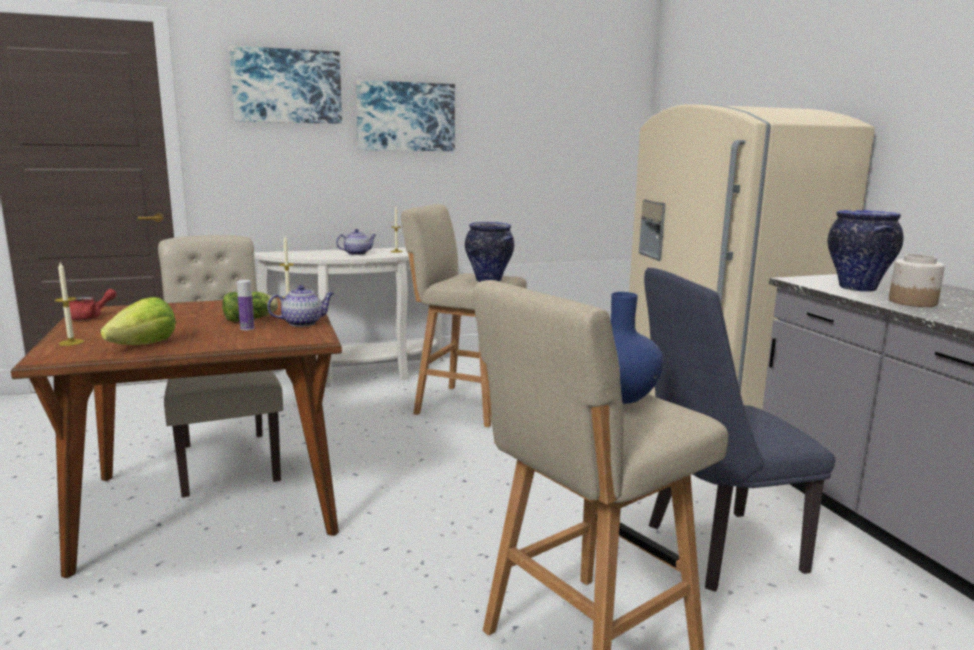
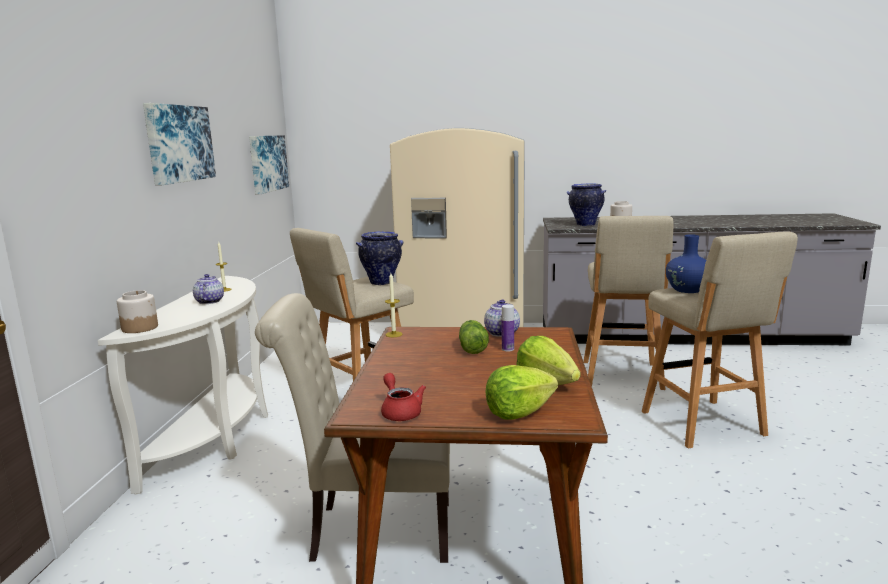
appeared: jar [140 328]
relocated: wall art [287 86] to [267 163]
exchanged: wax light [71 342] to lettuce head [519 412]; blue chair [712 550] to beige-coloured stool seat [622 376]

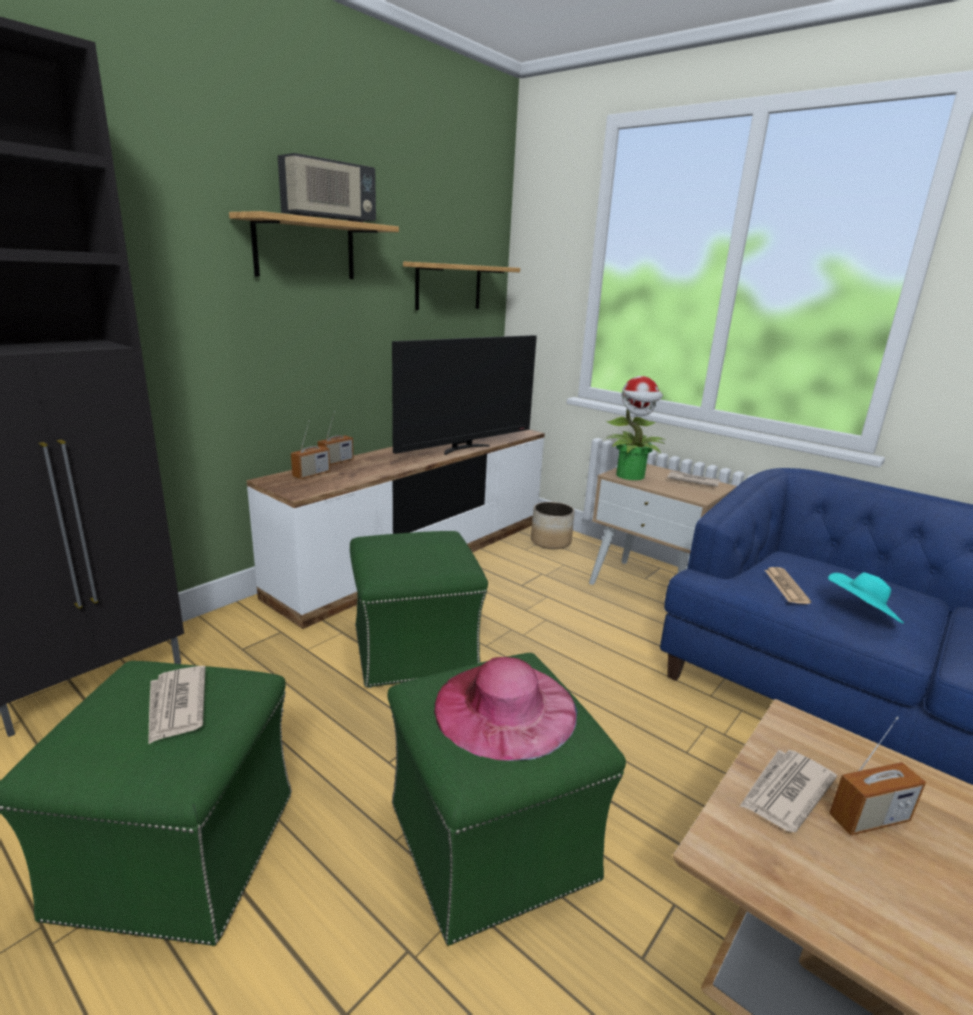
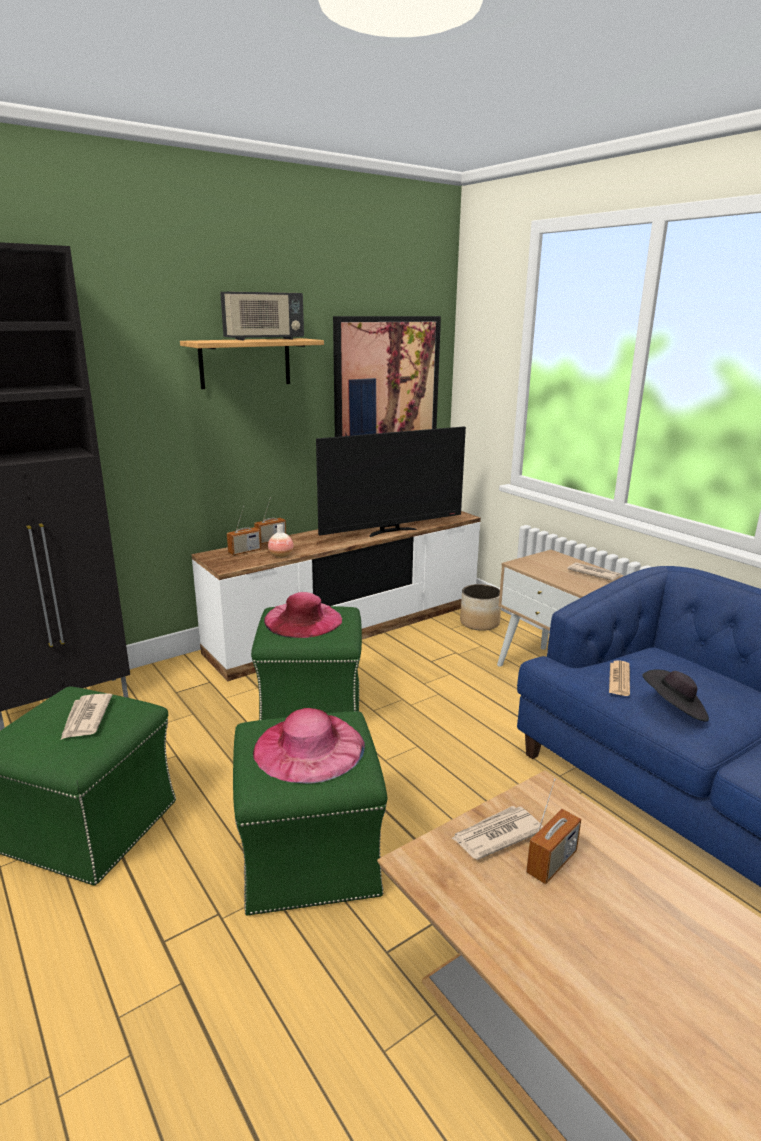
missing: potted plant [631 476]
appeared: vase [281 555]; pinkish wearable hat [303 619]
exchanged: bracket shelf [448 286] to wall art [386 382]
colour: turquoise wearable hat [861 614] to black-coloured wearable hat [674 709]
spun: radio [869 819] = [551 862] 45 degrees counterclockwise

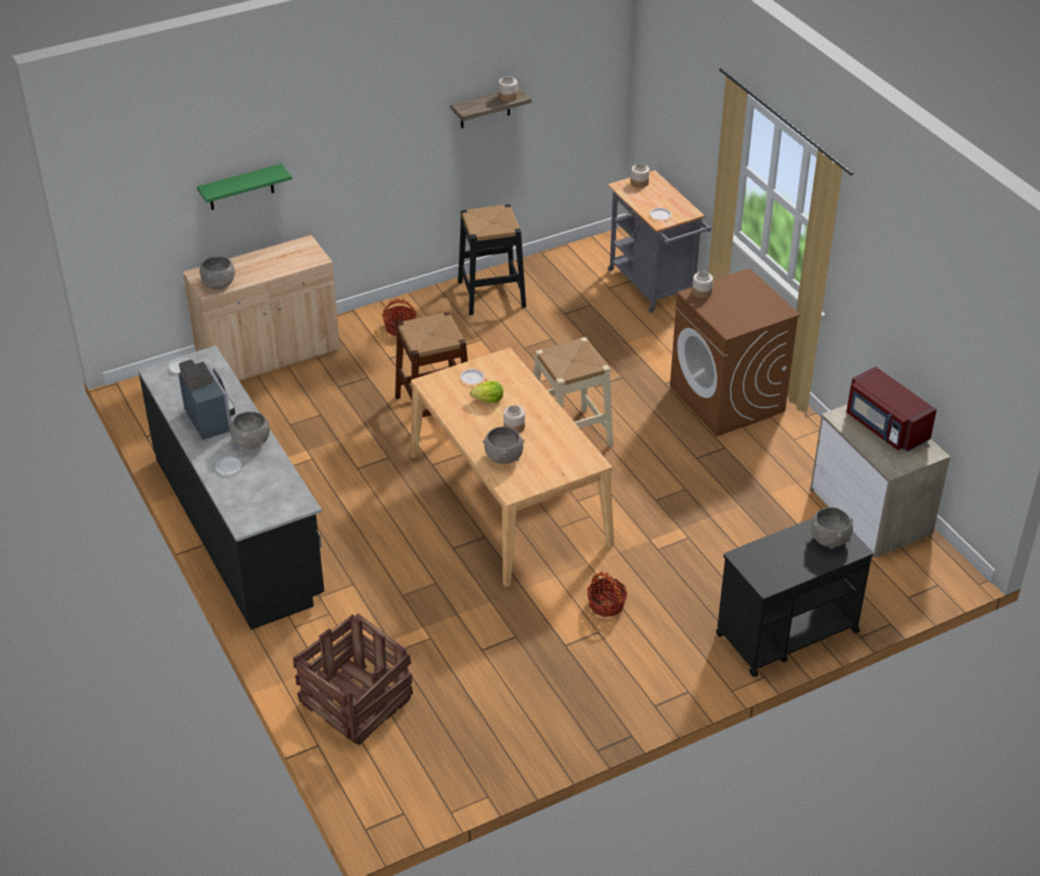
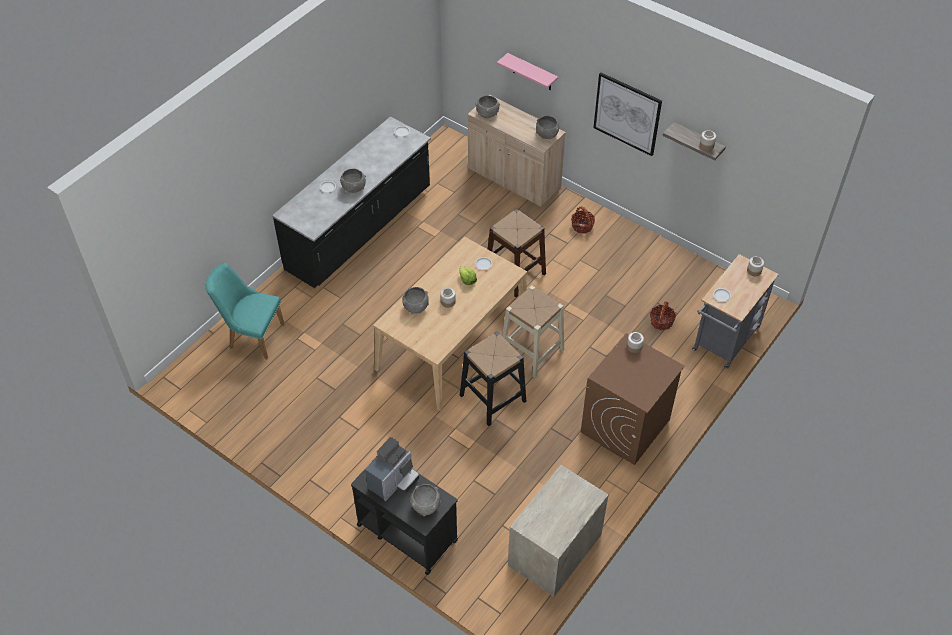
missing: red-coloured microwave [885 427]
appeared: wall art [627 114]; grey serving bowl [547 135]
relocated: black-coloured stool seat [491 294] to [492 398]; coffee machine [211 418] to [393 481]; storage basket [606 604] to [661 322]
exchanged: crate [355 701] to turquoise chair [251 335]
colour: greenish bracket shelf [241 187] to pinkish bracket shelf [532 72]

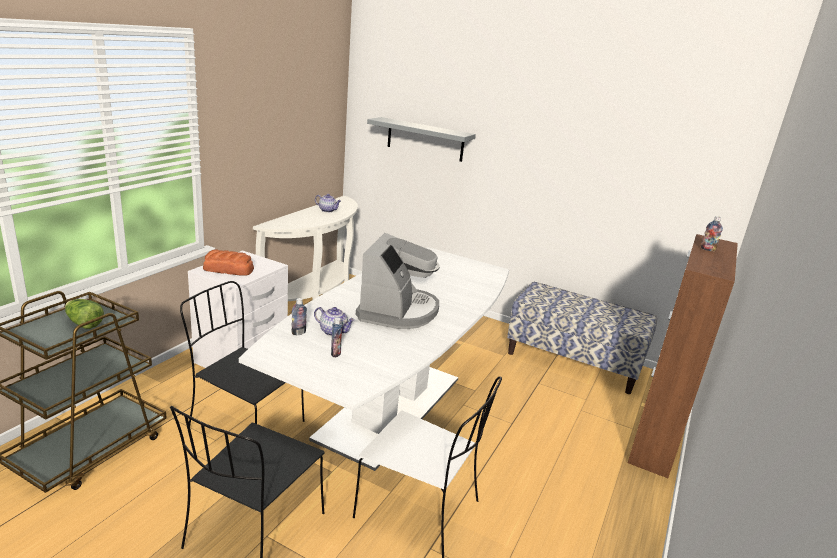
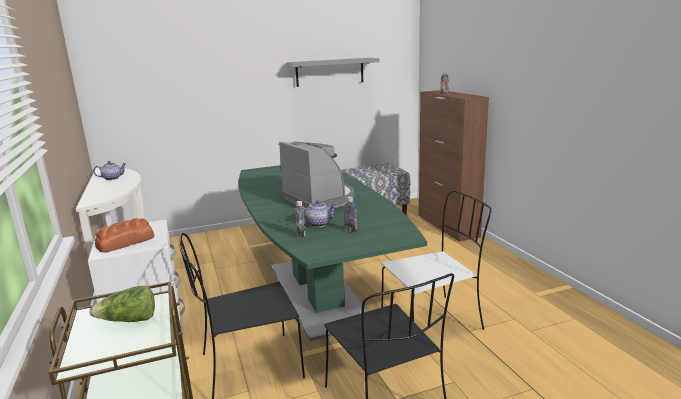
relocated: grey bracket shelf [425 139] to [330 72]
colour: whitish kitchen table [391 406] to greenish kitchen table [317 292]

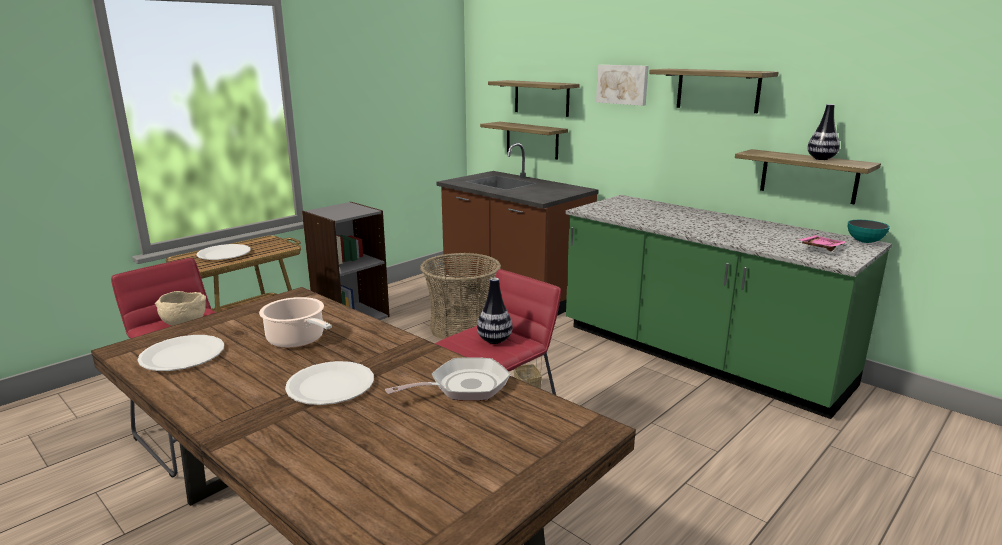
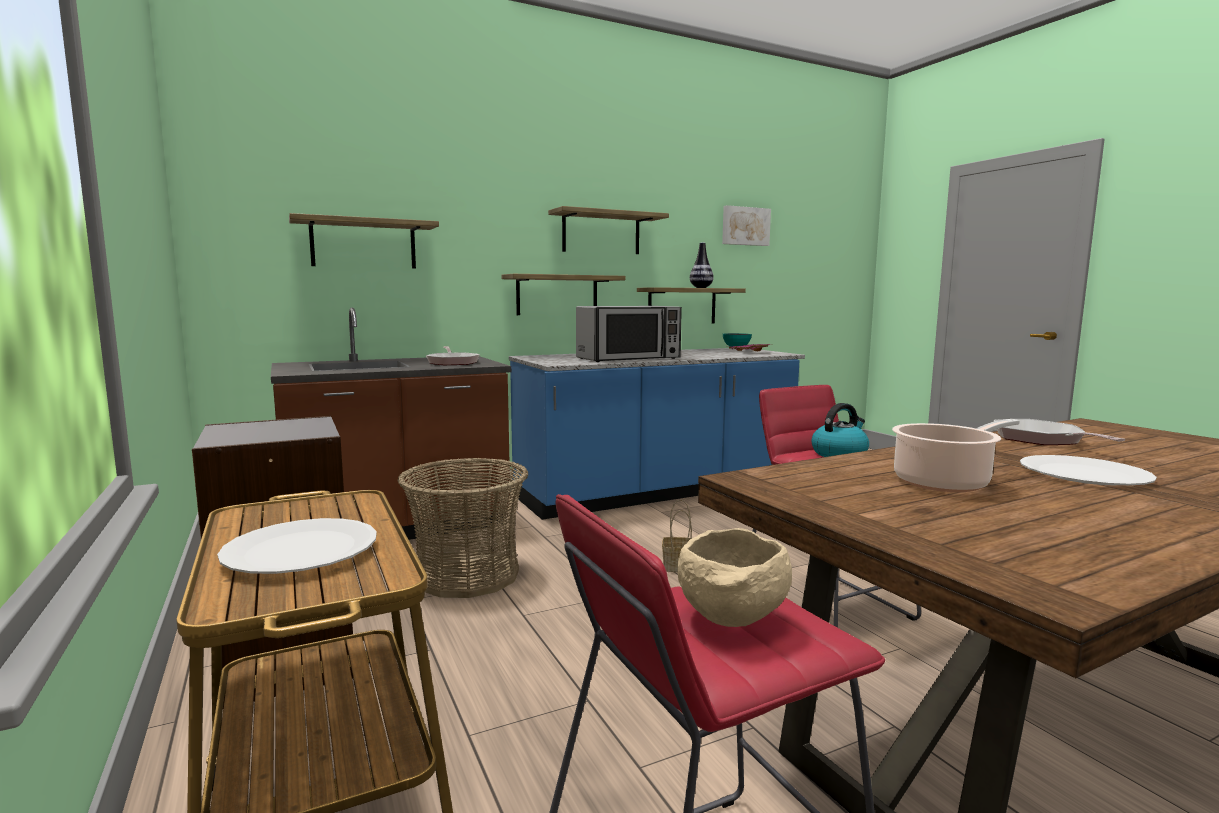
missing: whitish plate [183 355]
appeared: microwave [629 358]; skillet [452 362]
relocated: wall art [622 84] to [745 226]; bracket shelf [532 140] to [557 295]
exchanged: vase [494 340] to tea kettle [839 454]
colour: greenish kitchen base unit [698 356] to blue kitchen base unit [658 491]

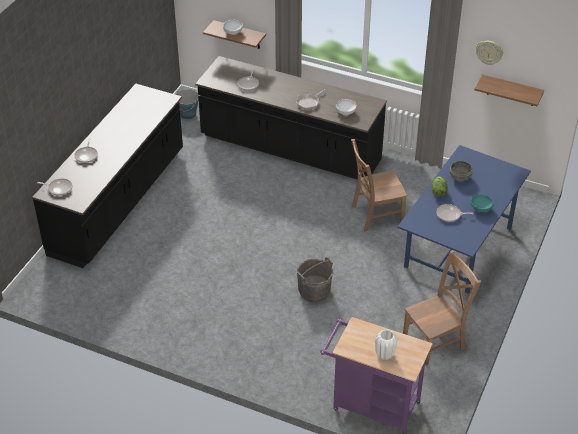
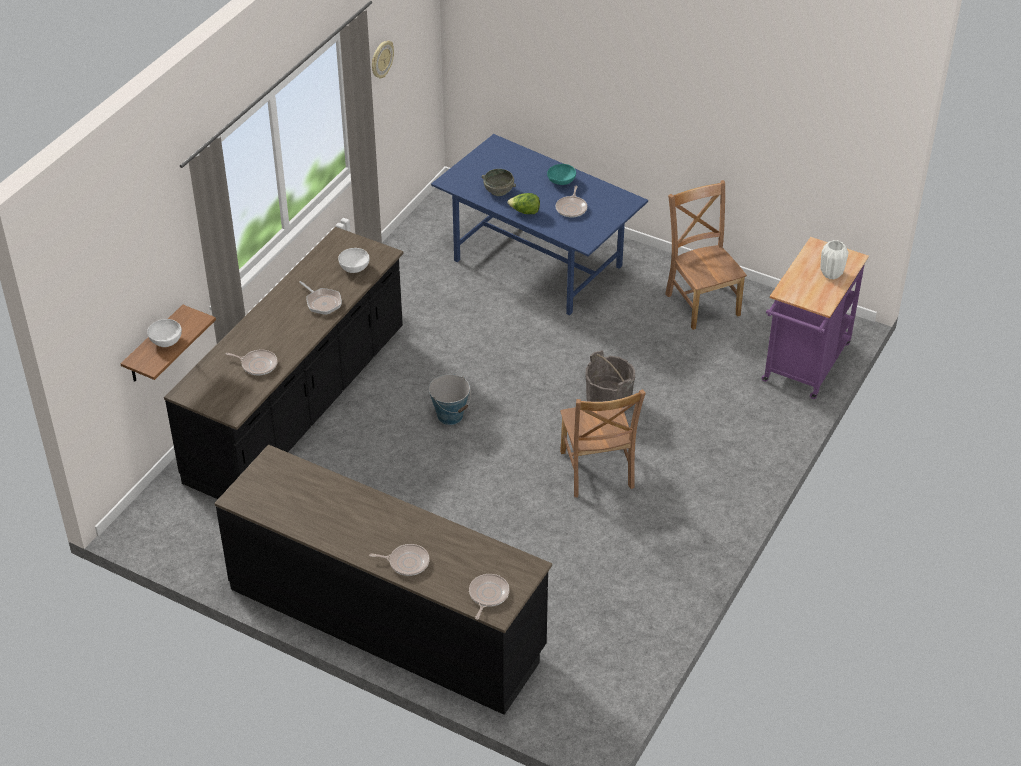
missing: bracket shelf [511 90]
relocated: water bucket [188 115] to [450 415]; brown-coloured chair [375 215] to [596 472]

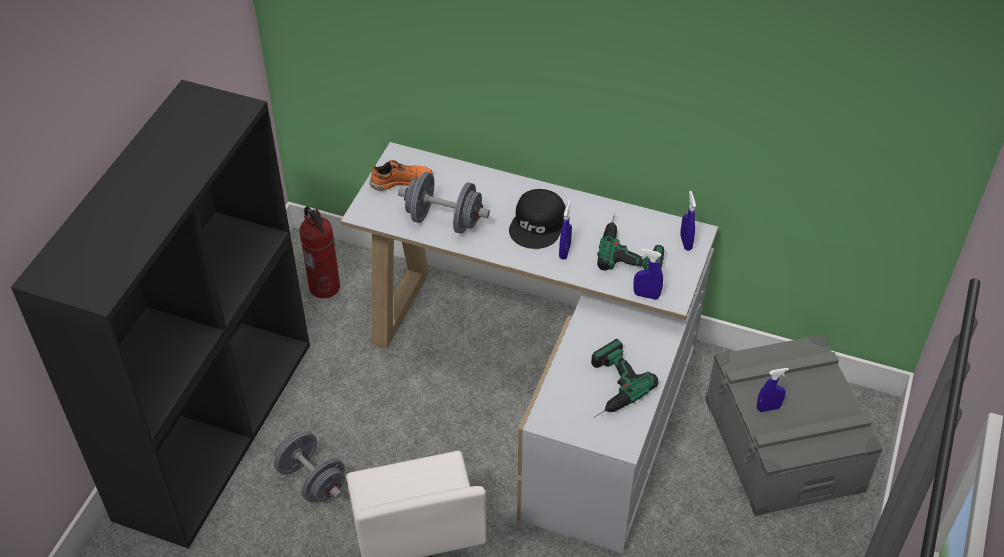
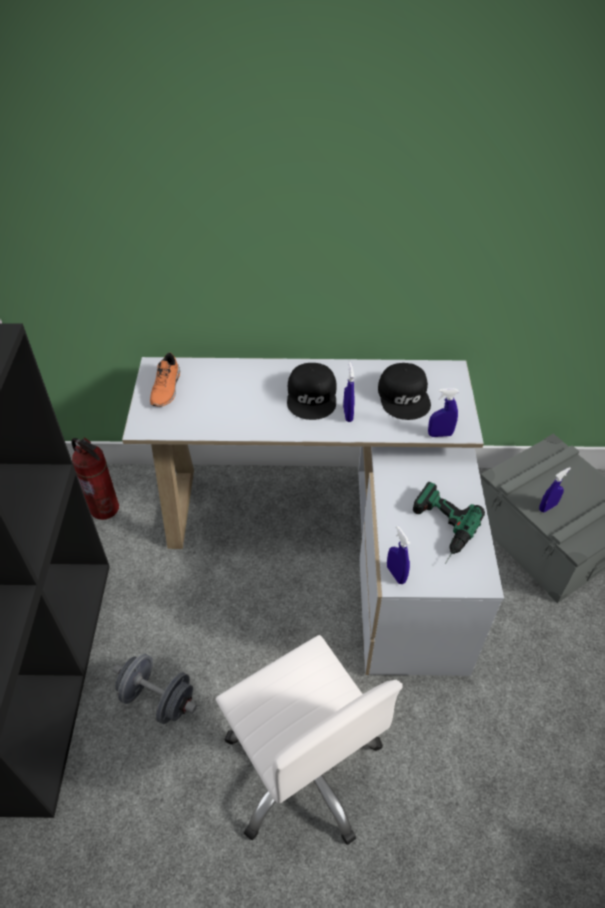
missing: grey free weight [444 220]
relocated: blue hand sprayer [686 242] to [396 574]
exchanged: power drill [631 248] to black-coloured cap [404 396]
spun: orange-coloured low shoe [401 181] = [167 389] 135 degrees clockwise

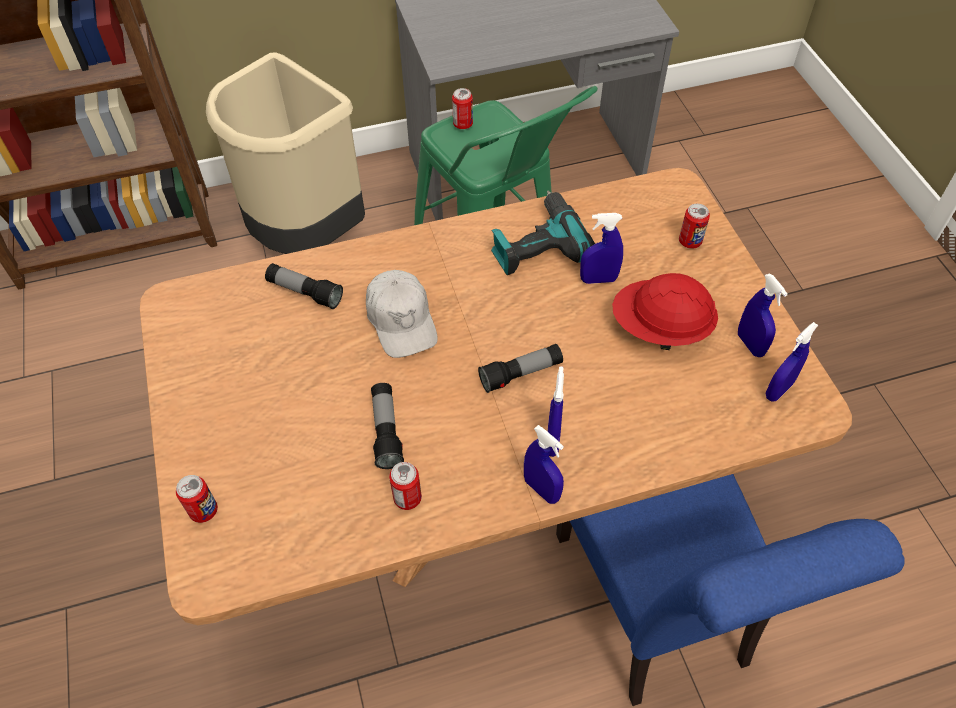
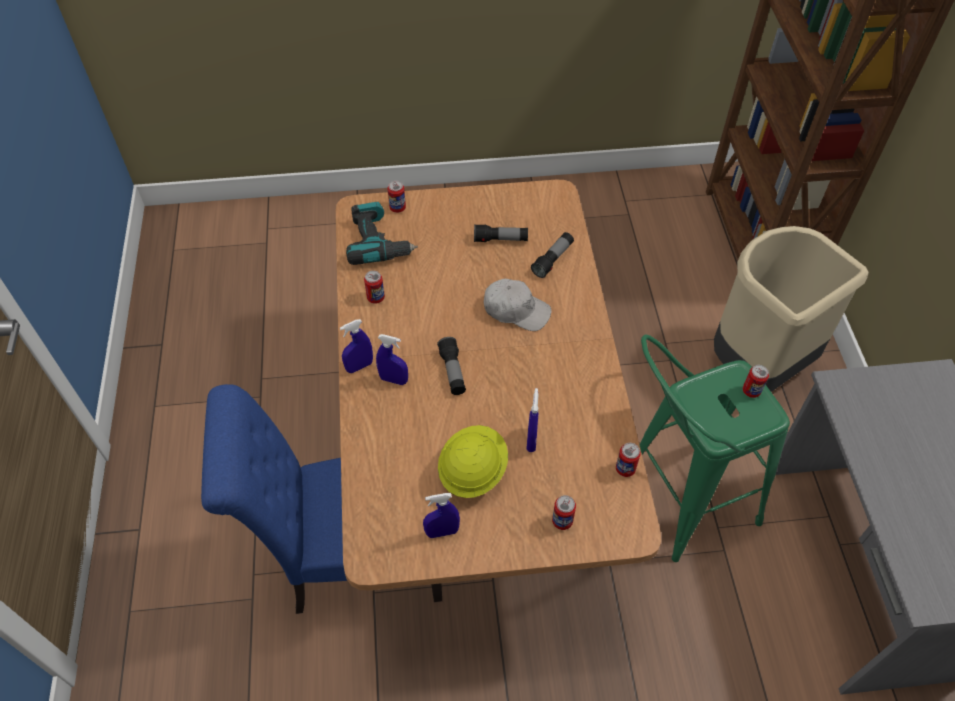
missing: blue hand sprayer [779 390]
appeared: can [625 469]
relocated: power drill [537 244] to [379 242]; torch [386 431] to [500 239]
colour: red-coloured safety helmet [660 329] to yellowish safety helmet [472 471]
spun: whitish cap [402 320] = [516 310] 150 degrees counterclockwise

